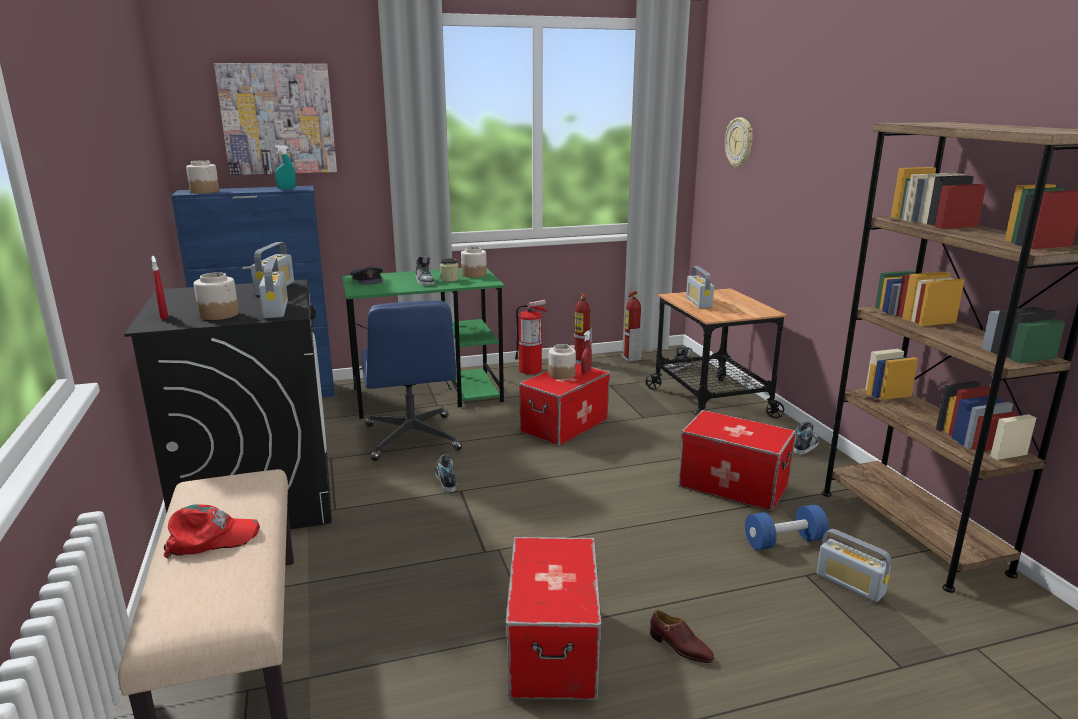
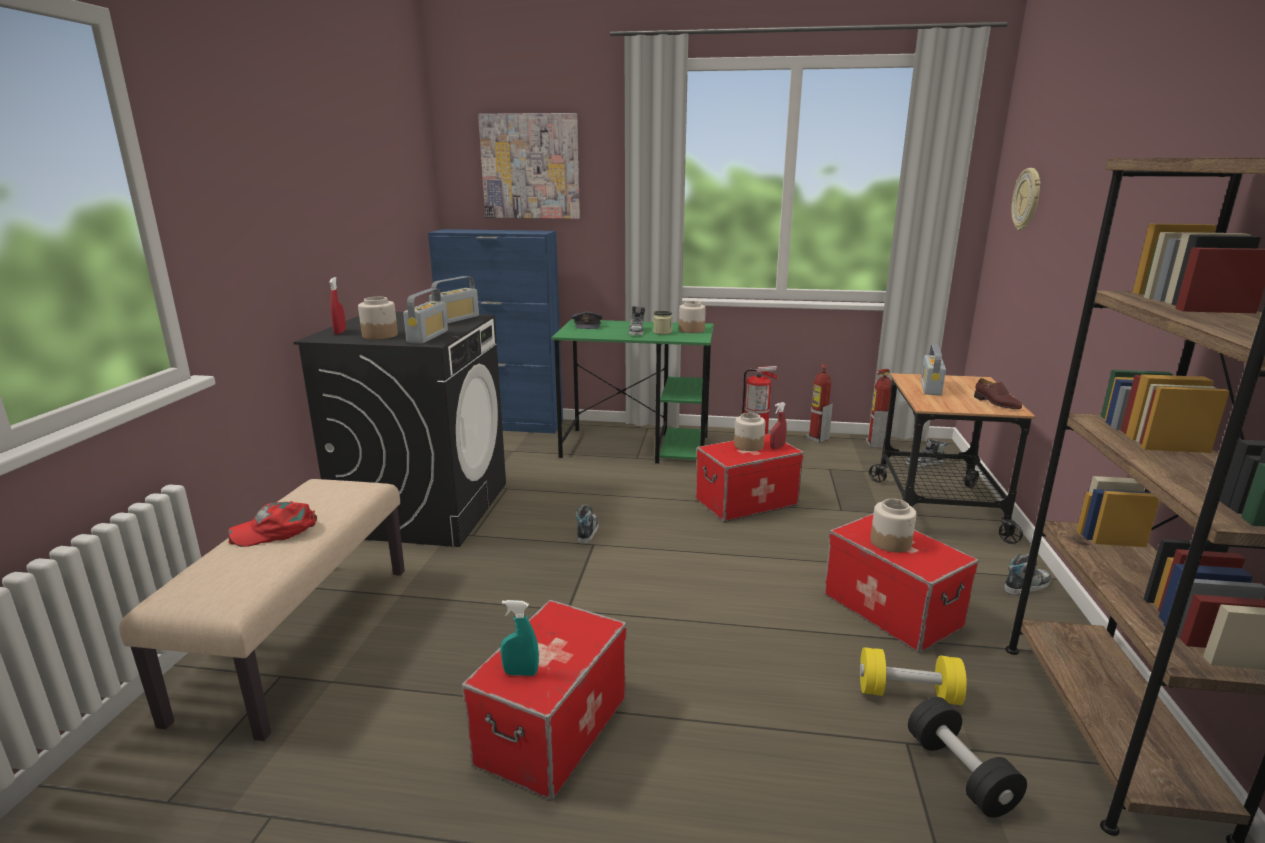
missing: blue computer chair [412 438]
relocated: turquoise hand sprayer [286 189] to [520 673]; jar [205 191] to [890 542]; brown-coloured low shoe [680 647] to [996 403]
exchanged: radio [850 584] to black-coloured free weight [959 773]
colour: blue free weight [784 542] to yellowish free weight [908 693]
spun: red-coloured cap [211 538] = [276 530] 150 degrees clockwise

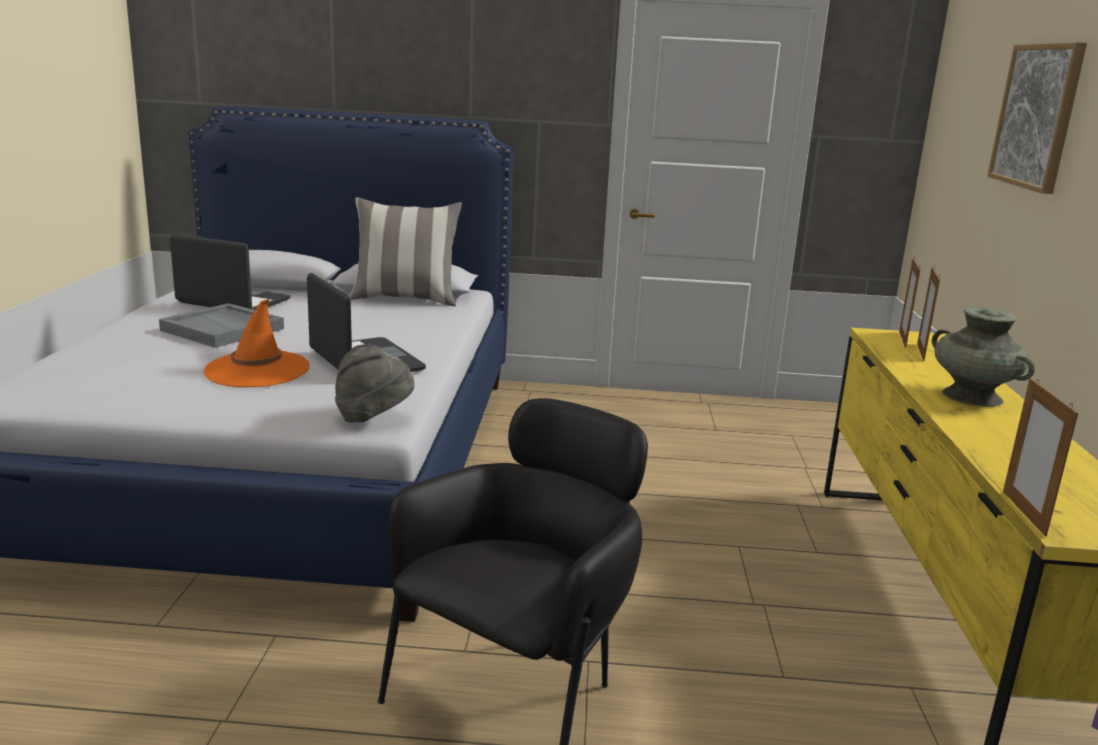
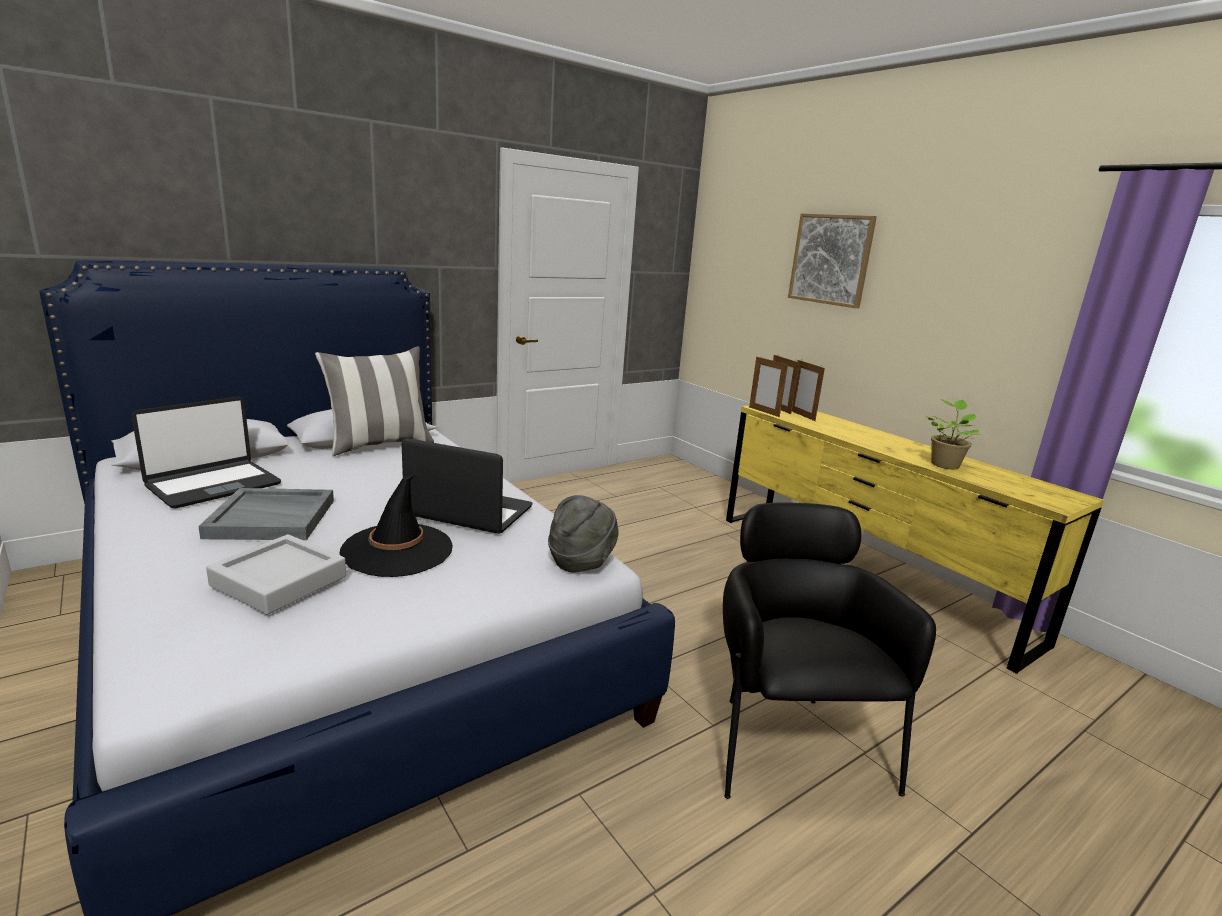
missing: turquoise vase [971 396]
appeared: potted plant [945 464]; grey carrying tray [279 581]
relocated: standing frame [1023 513] to [764 412]
colour: orange-coloured wearable hat [257 370] to black-coloured wearable hat [397 550]
spun: portable computer [233 302] = [213 485] 150 degrees clockwise

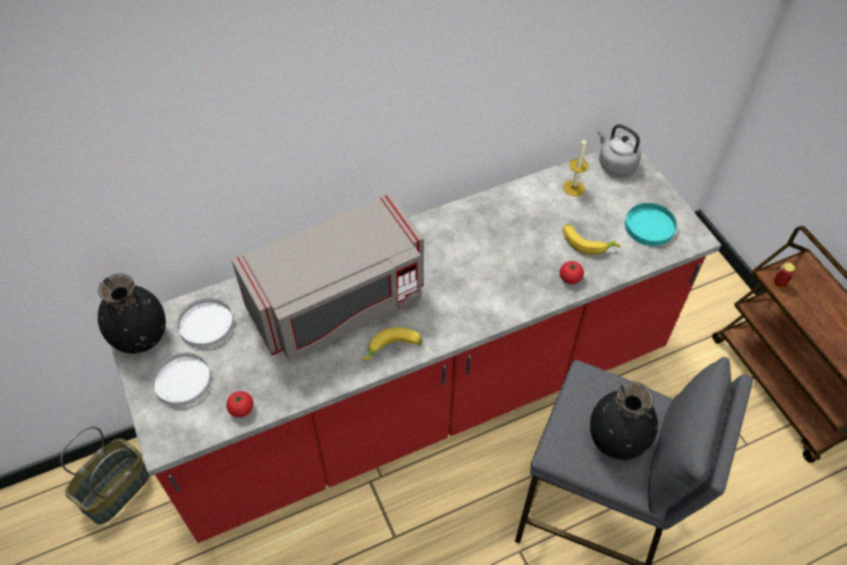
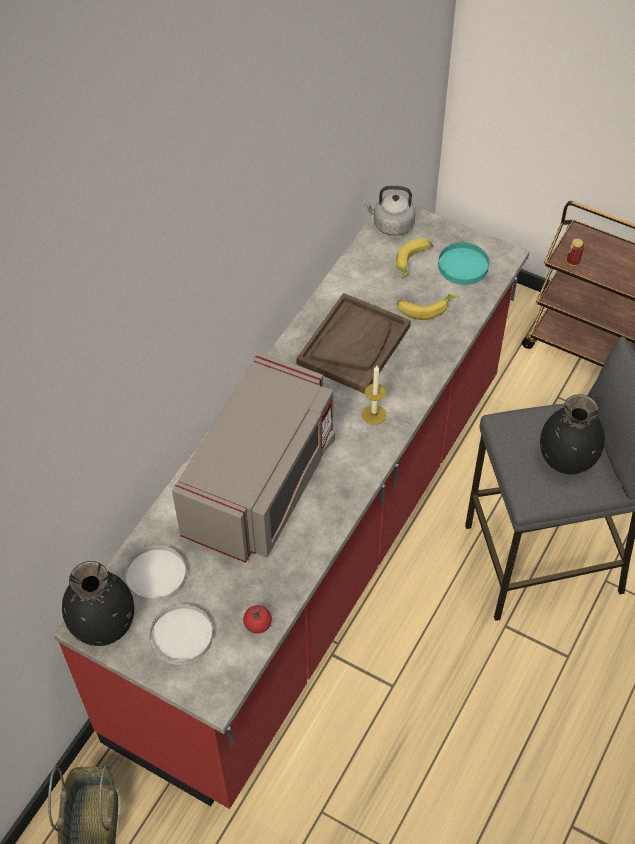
missing: tomato [570 278]
appeared: brown-coloured carrying tray [354 345]
relocated: wax light [573 188] to [374 414]; banana fruit [392 350] to [414 262]

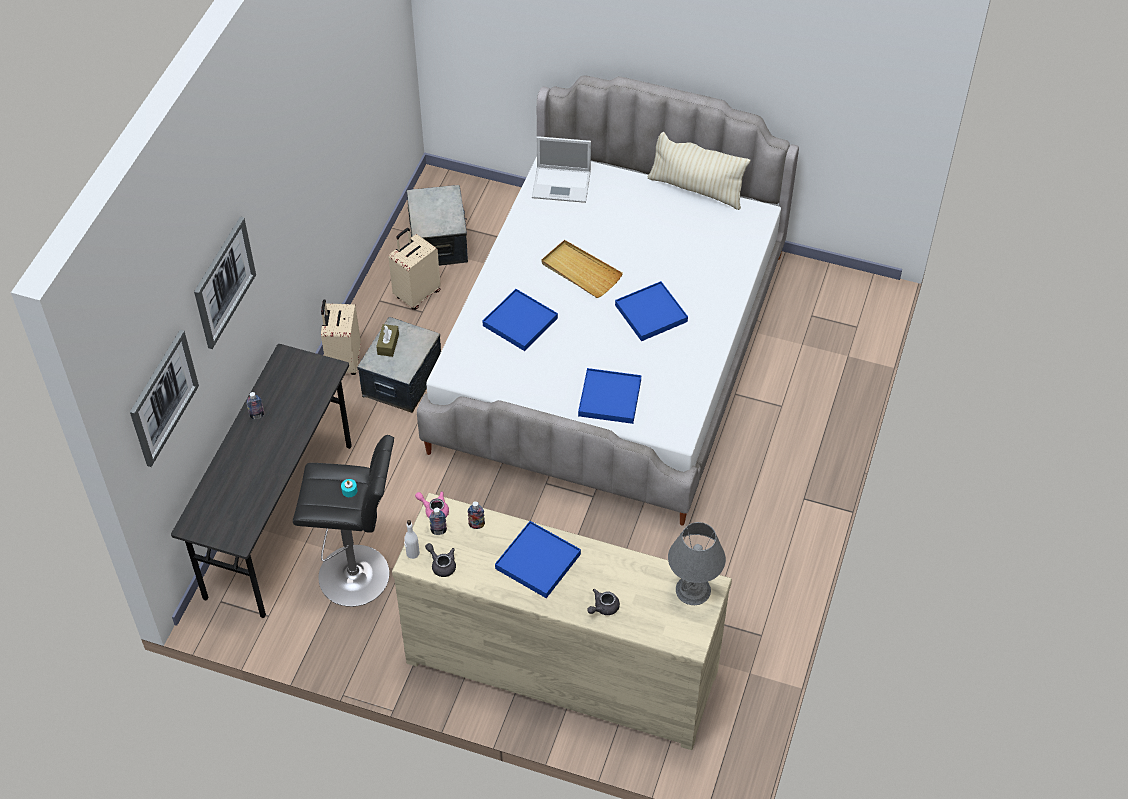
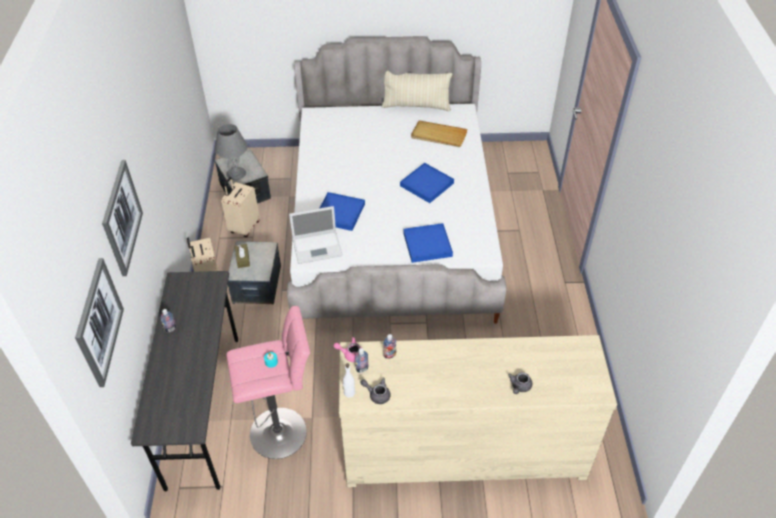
missing: blue carrying tray [537 561]
relocated: portable computer [562 184] to [318 247]; beige-coloured carrying tray [580 271] to [438 136]; grey table lamp [693 589] to [236 173]
colour: black-coloured stool seat [359 575] to pinkish stool seat [282 431]

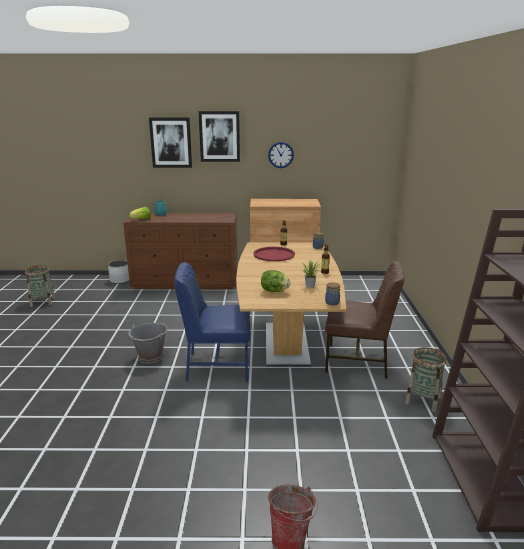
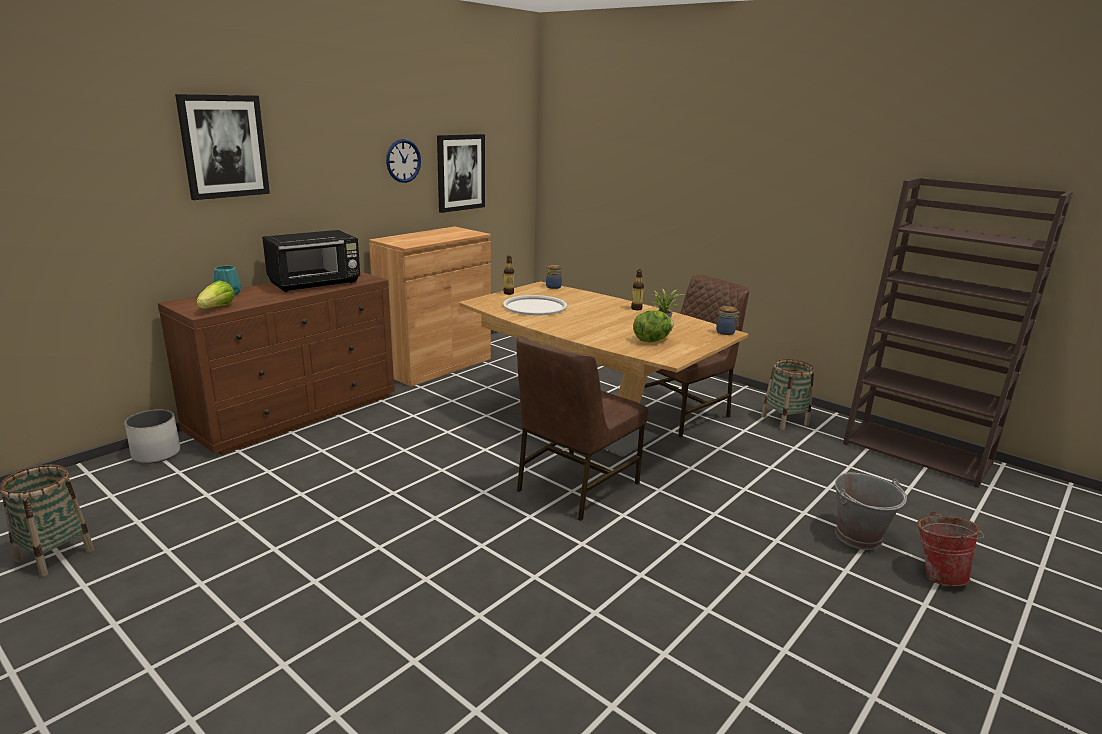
appeared: black-coloured microwave [316 284]
relocated: wall art [219 136] to [460 172]; grey water bucket [150 357] to [859 536]
colour: red-coloured carrying tray [274 254] to whitish carrying tray [535 306]; blue chair [216 366] to brown-coloured chair [575 487]

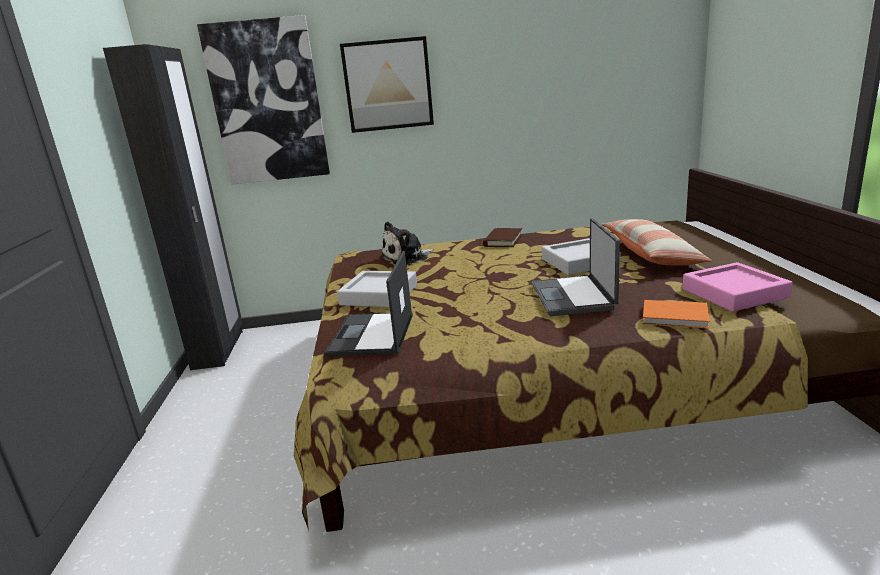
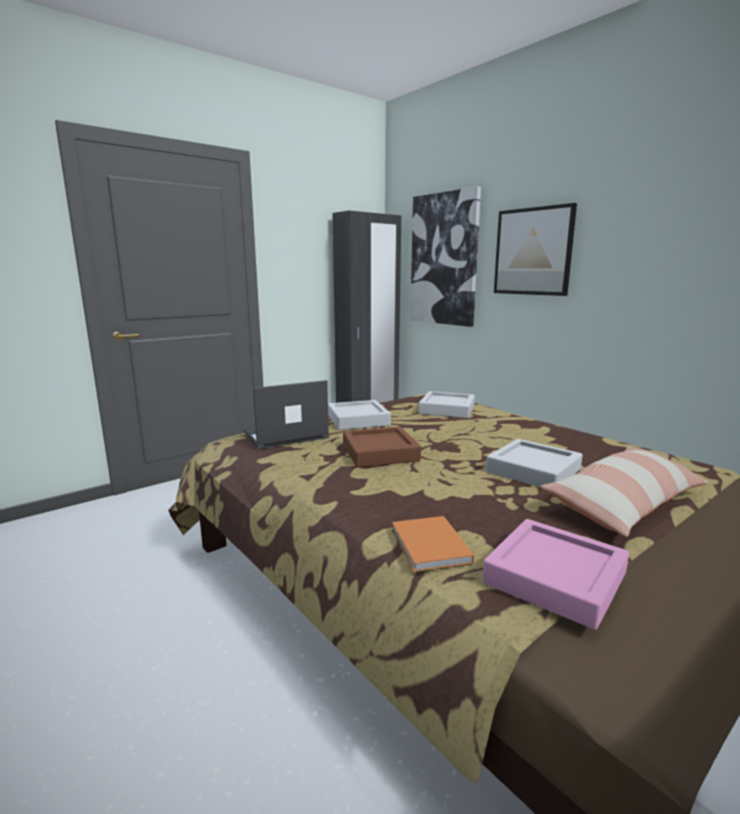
missing: portable computer [574 297]; brown-coloured volume [503 240]
appeared: brown-coloured carrying tray [380 453]
exchanged: plush toy [407 258] to grey carrying tray [447 409]

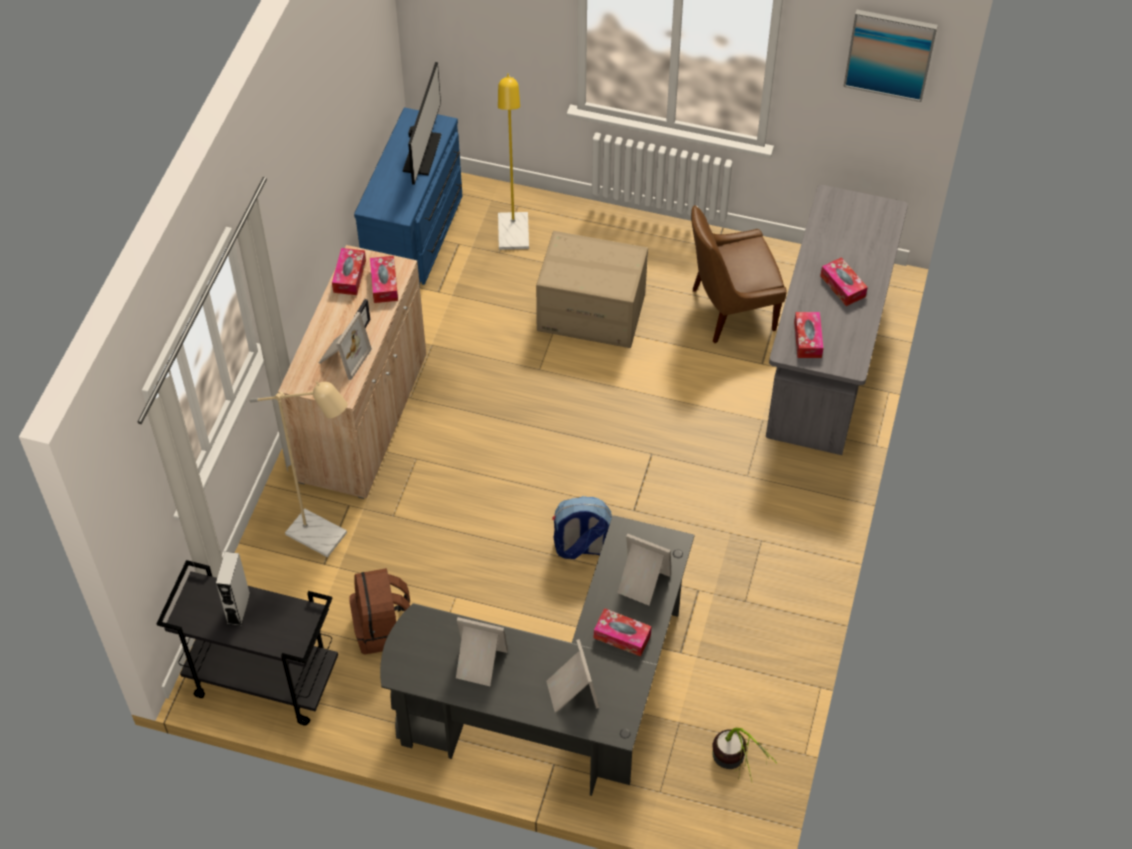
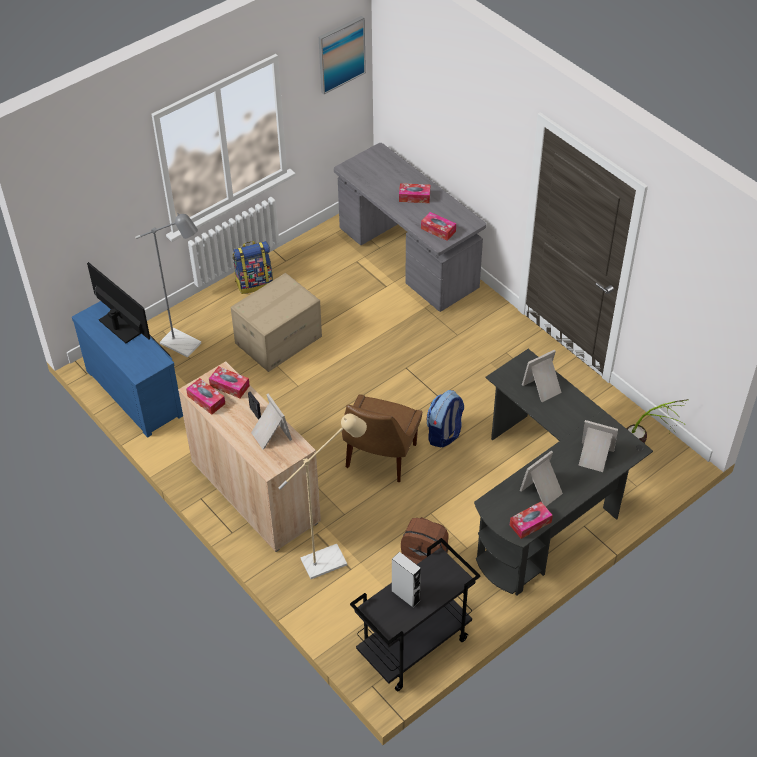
appeared: rucksack [254 283]
relocated: brown-coloured chair [729 310] to [380 458]; box of tissues [622 636] to [530 523]
colour: yellowish floor lamp [514 239] to grey floor lamp [186 346]

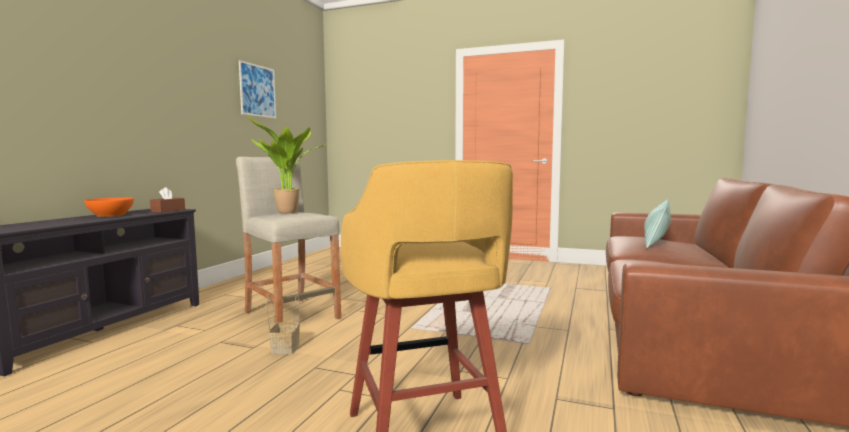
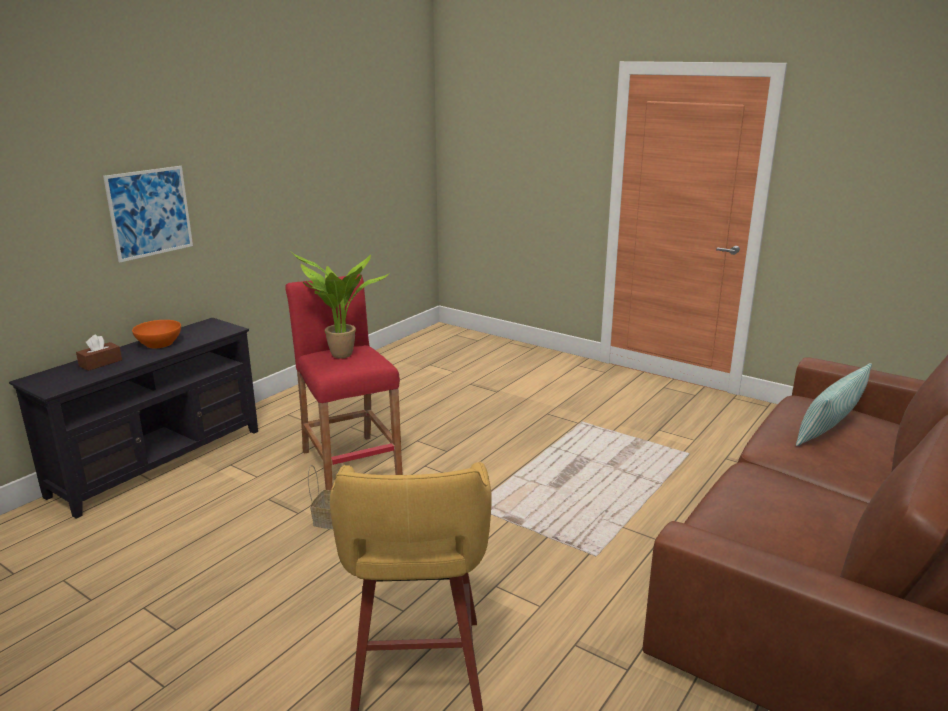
relocated: wall art [257 91] to [150 212]; brown-coloured box of tissues [168 210] to [100 363]
colour: beige-coloured stool seat [291 315] to red-coloured stool seat [350 464]

